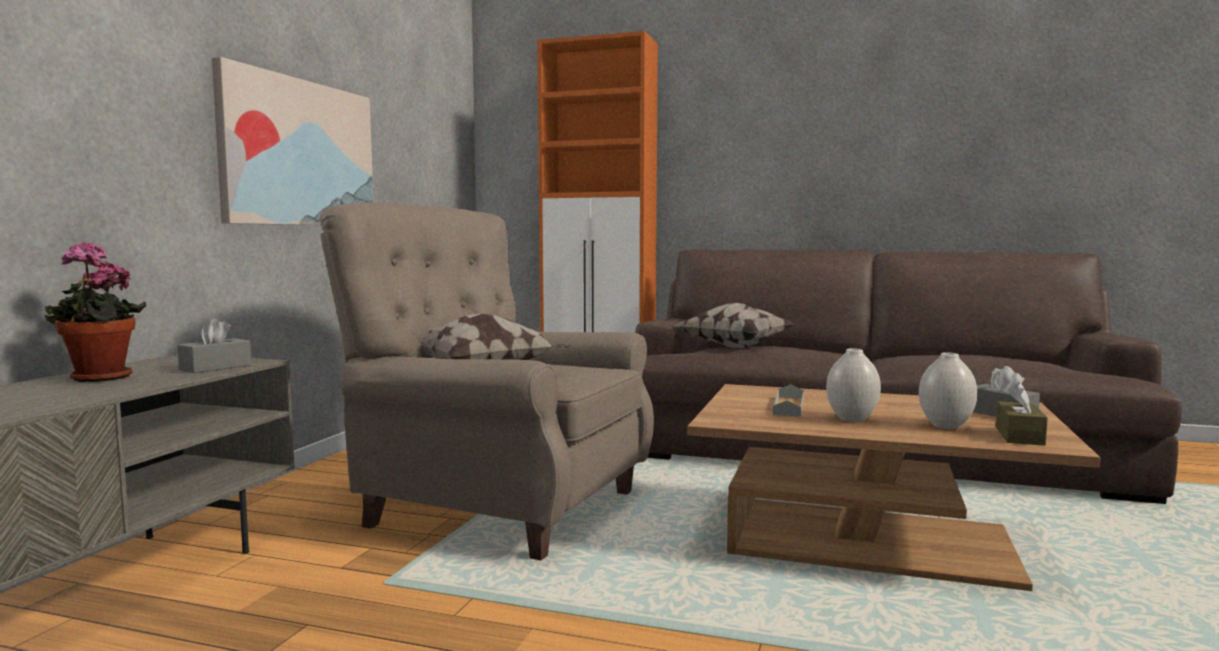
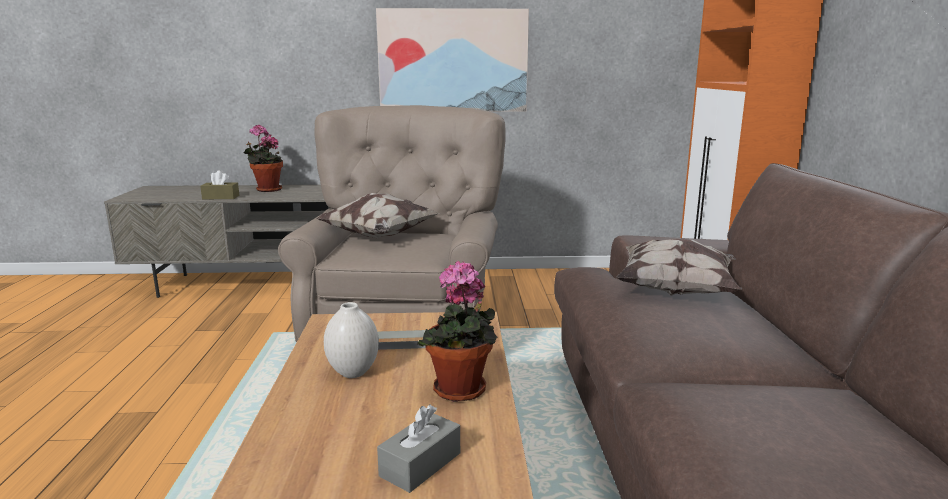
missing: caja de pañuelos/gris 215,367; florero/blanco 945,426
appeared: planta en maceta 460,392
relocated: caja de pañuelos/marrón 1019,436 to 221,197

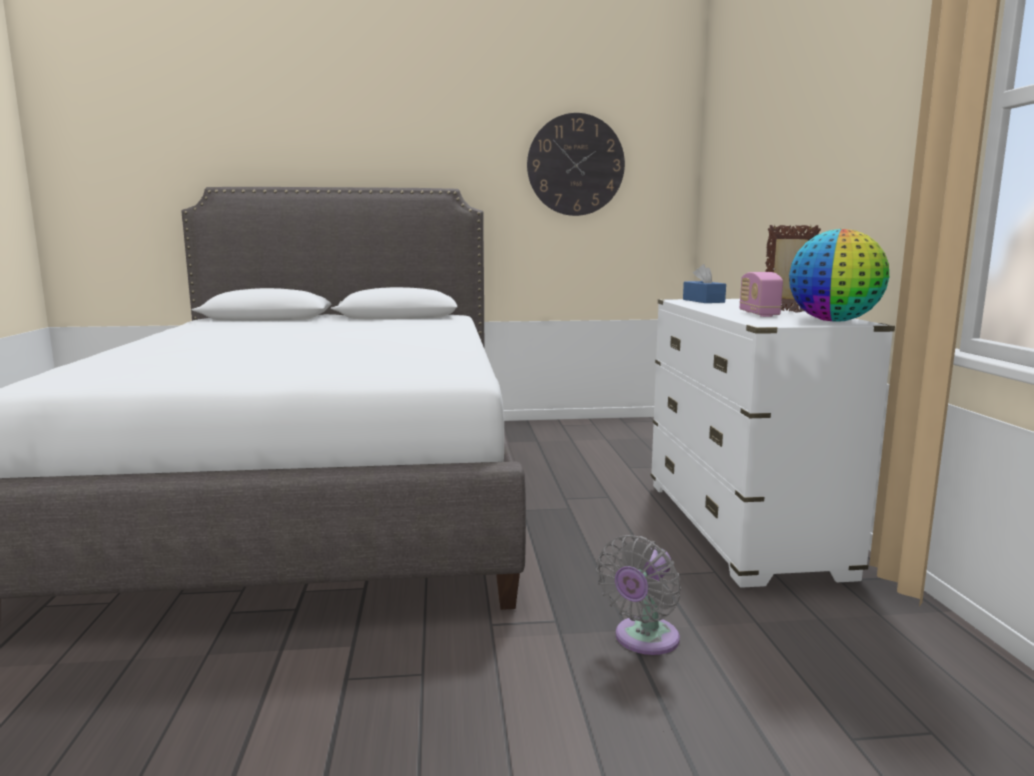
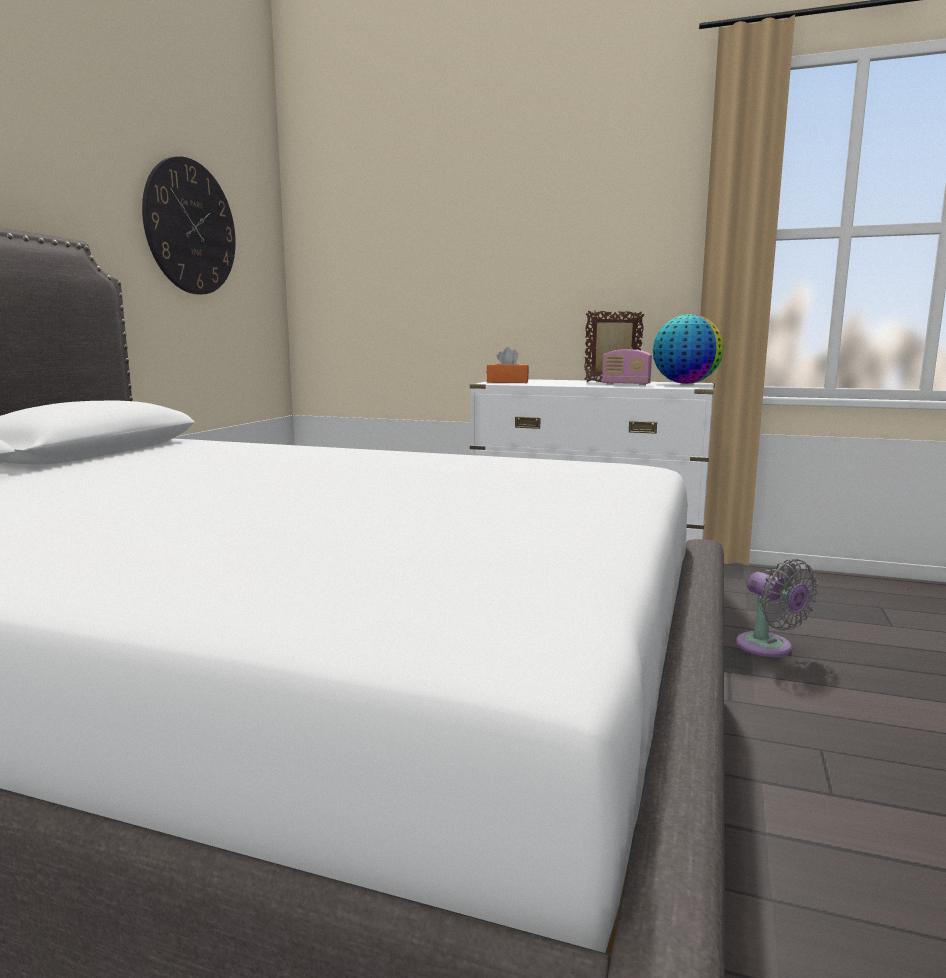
colour: caja de pañuelos/azul 703,301 to caja de pañuelos/naranja 507,382

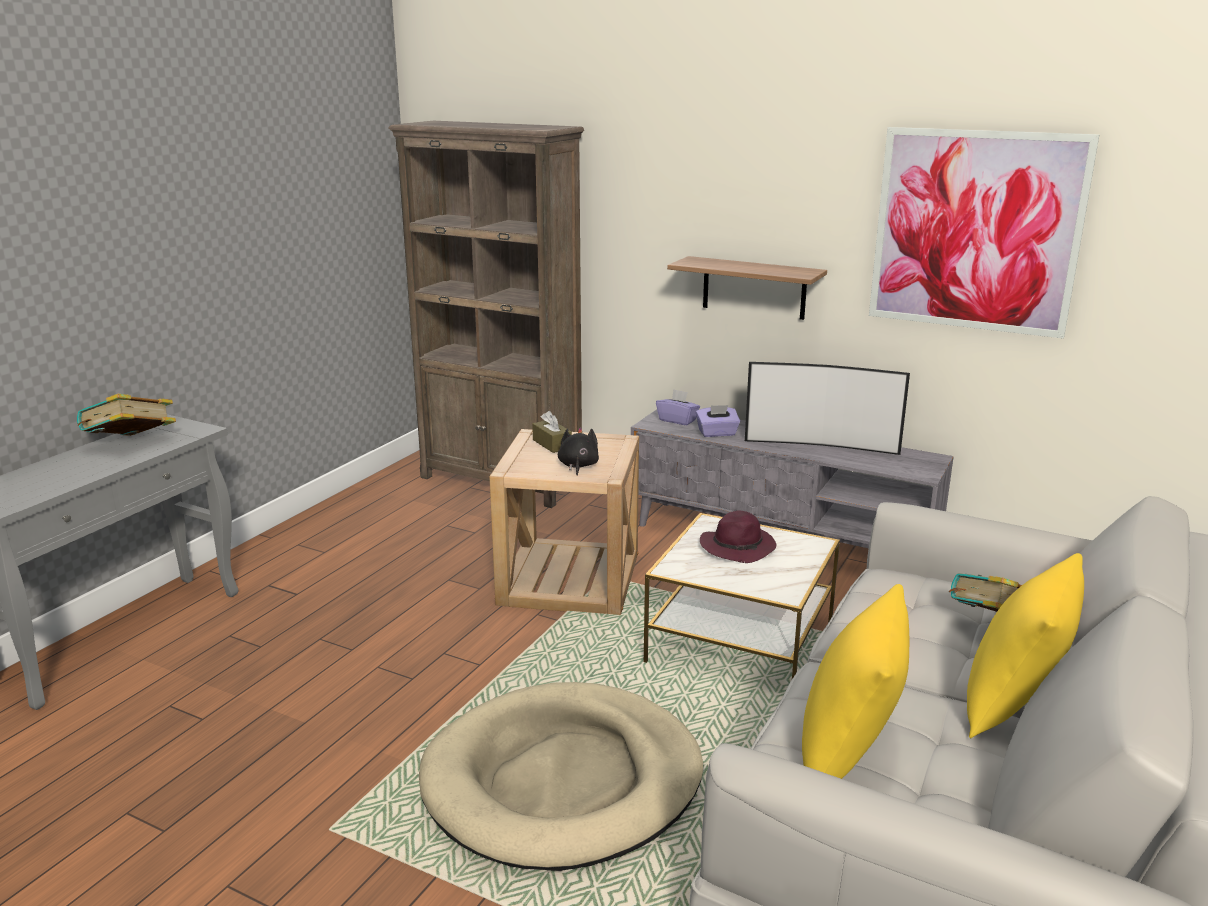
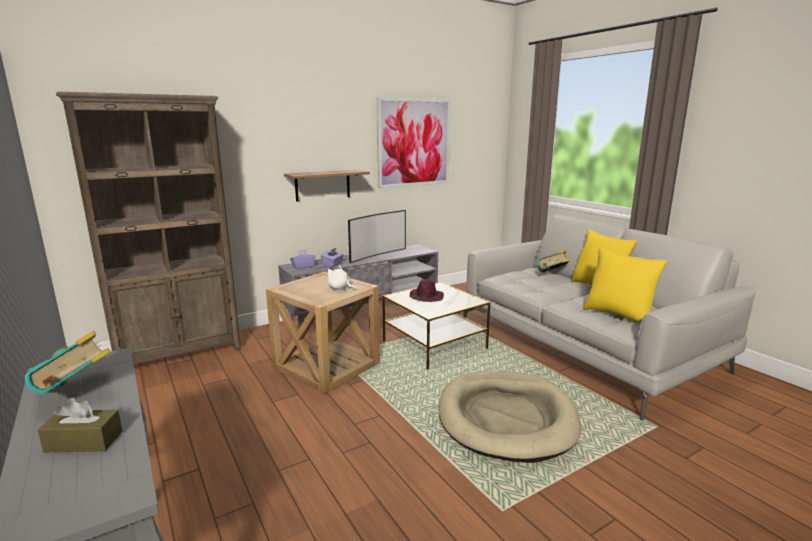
relocated: caja de pañuelos/marrón 552,444 to 84,441
colour: peluche/negro 578,466 to peluche/blanco 340,288

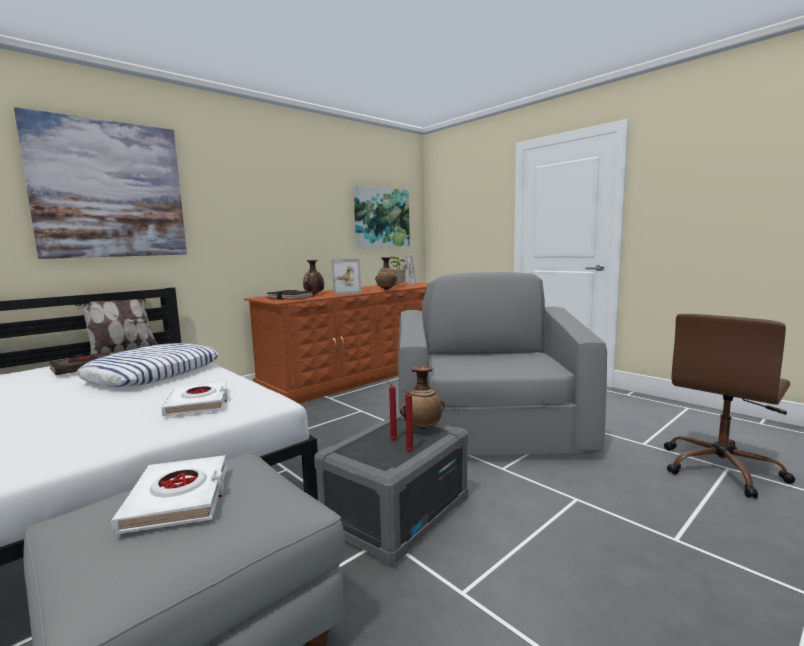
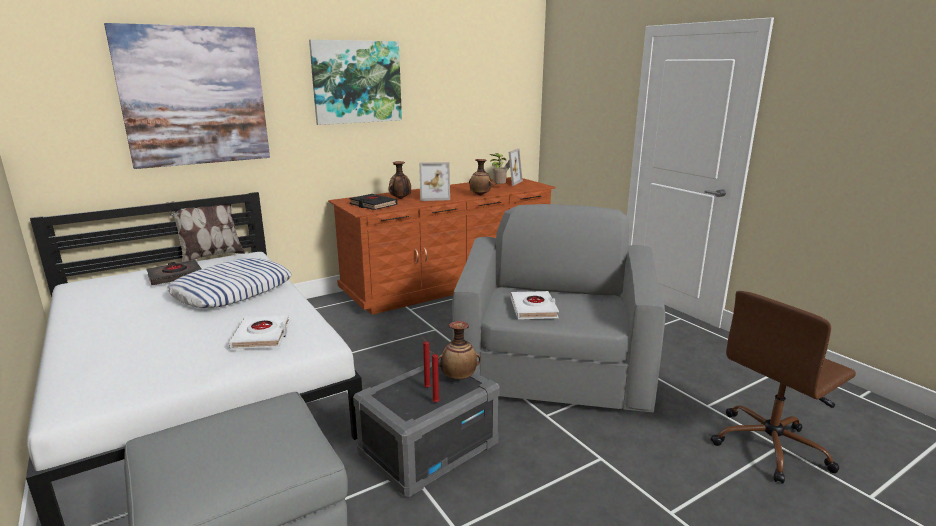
relocated: libro/blanco 179,499 to 533,309; cuadro 381,218 to 357,82

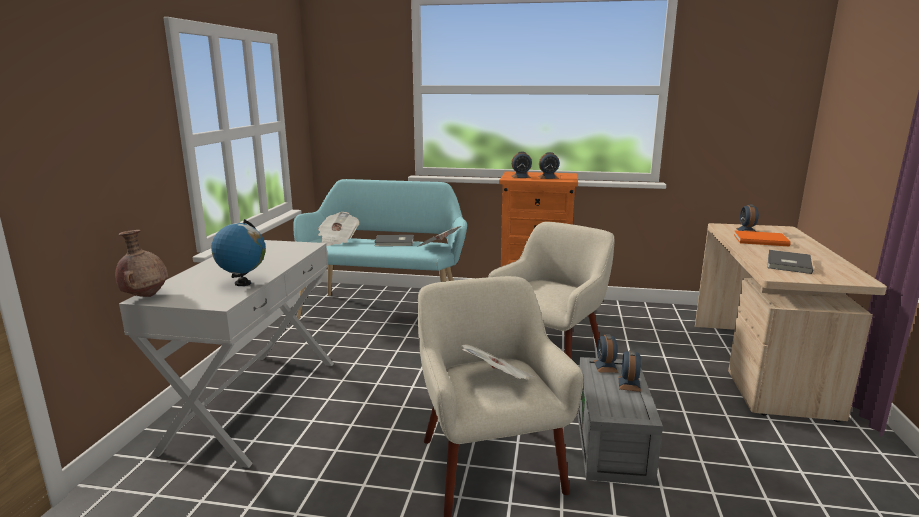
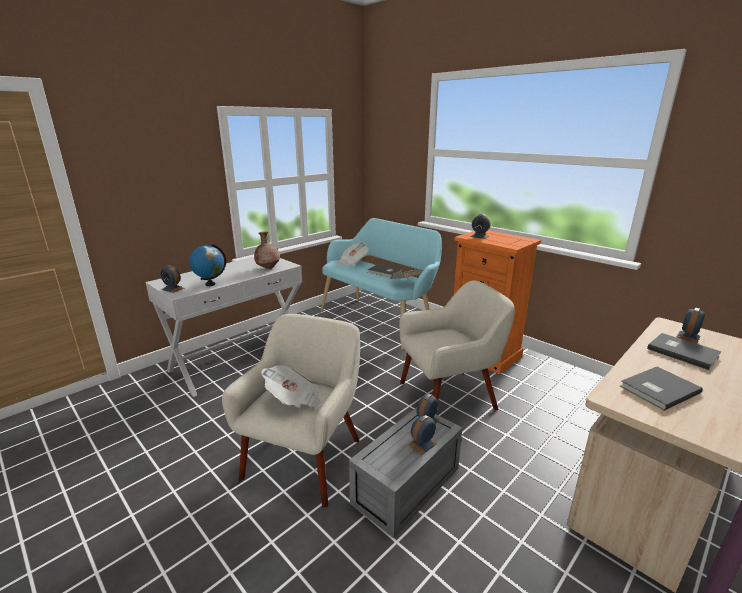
relocated: florero/marrón 146,296 to 268,268; despertador 548,177 to 173,289
colour: libro/naranja 759,240 to libro/gris 682,351

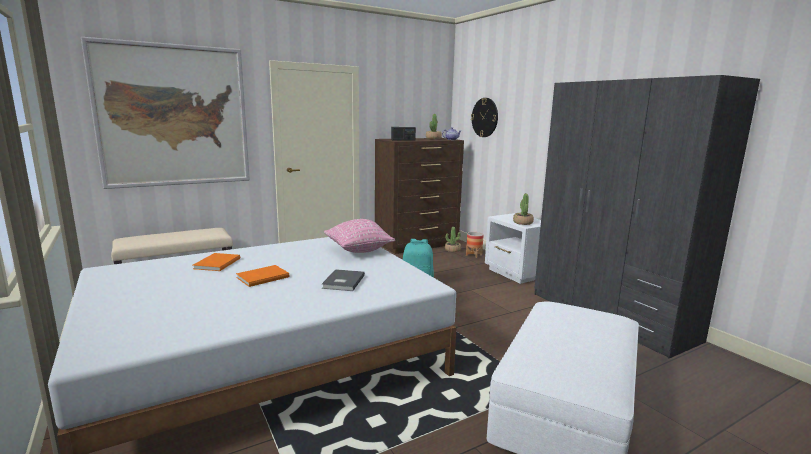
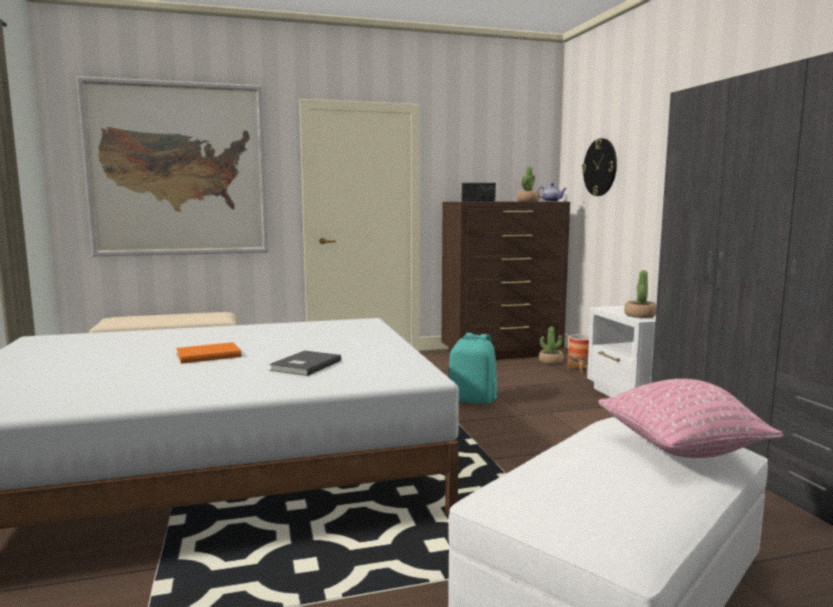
missing: libro/naranja 215,263
relocated: cojín/rosa 358,250 to 681,450

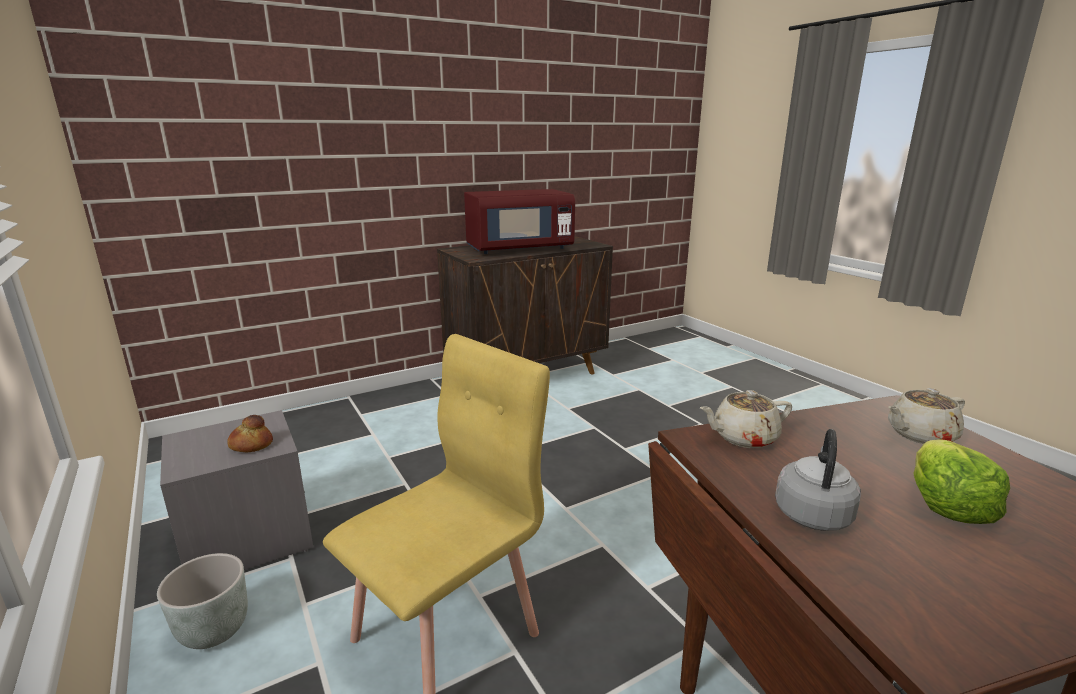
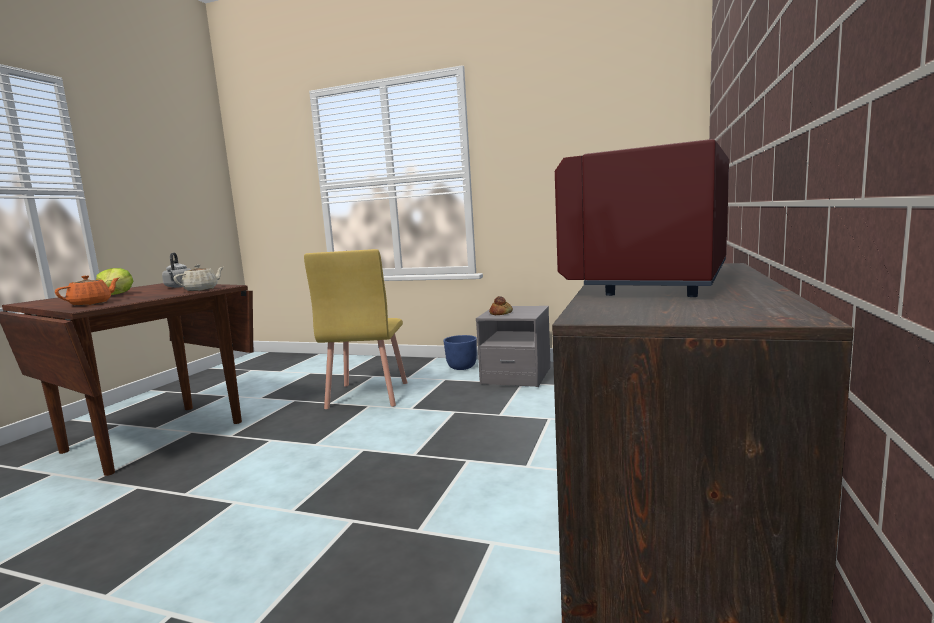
colour: maceta/gris 215,630 to maceta/azul 462,367; tetera/beis 919,435 to tetera/naranja 91,303

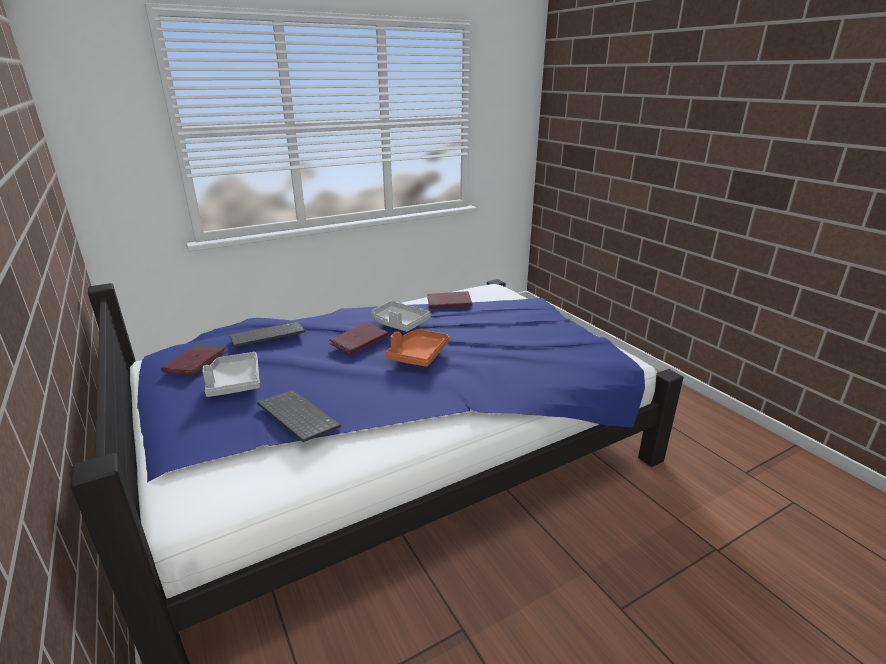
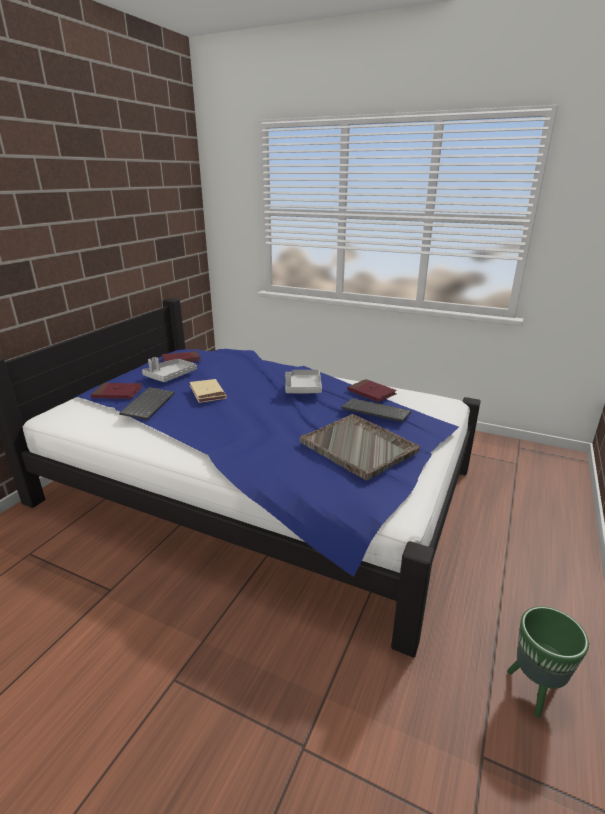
missing: bandeja/naranja 418,355
appeared: libro/beis 207,393; bandeja/gris 359,447; maceta/verde 534,690
relocated: teclado 267,336 to 374,412; libro/rojo 359,341 to 117,393

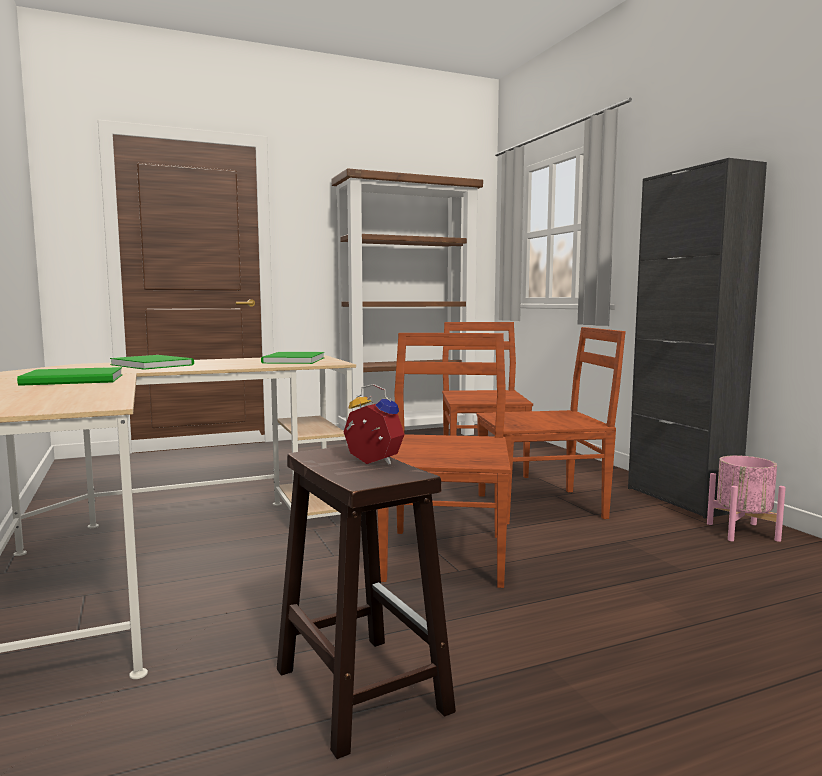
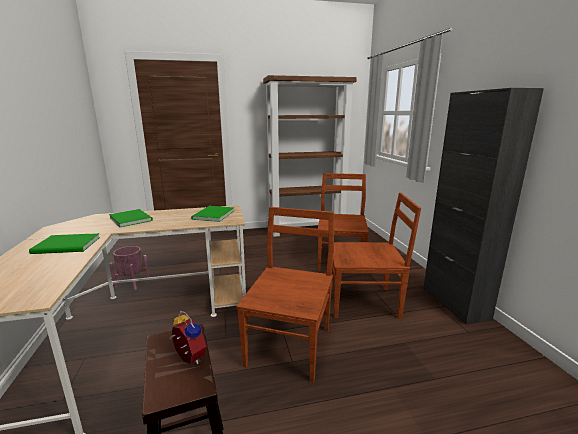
relocated: maceta/rosa 743,532 to 132,282

